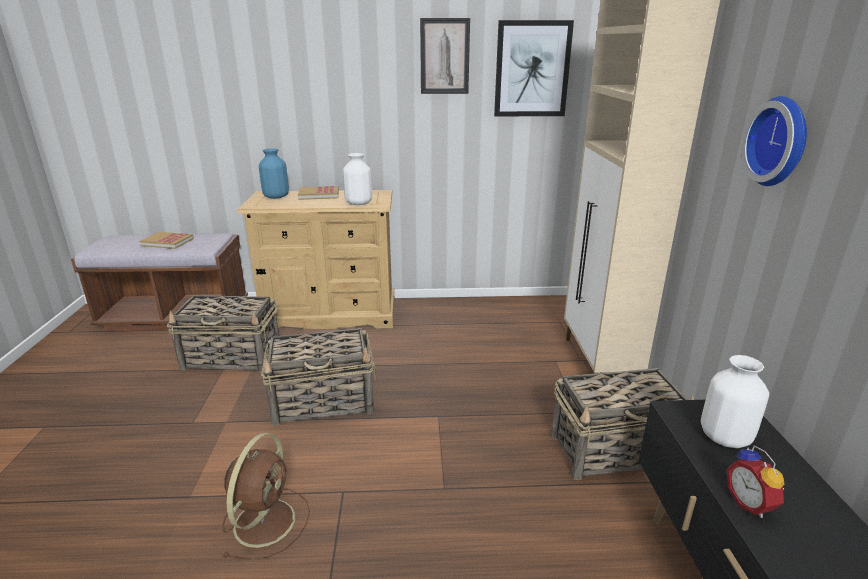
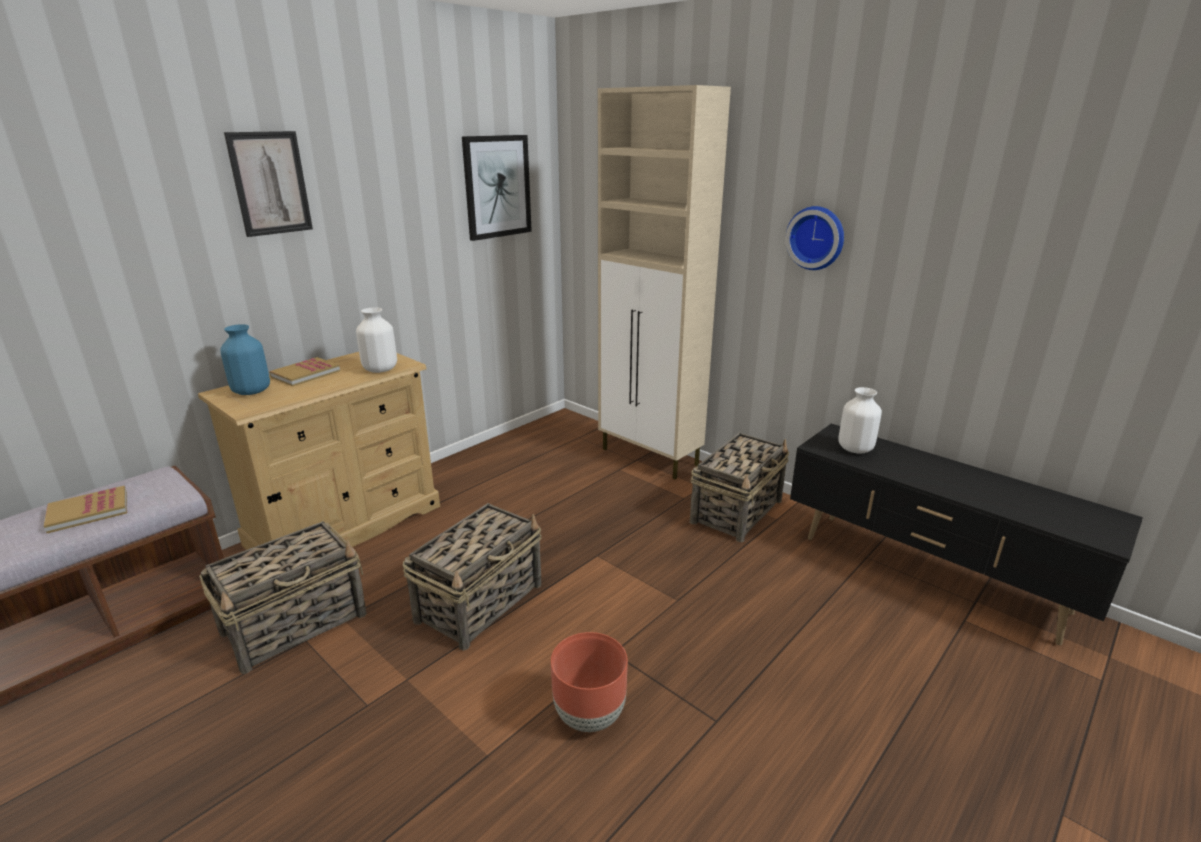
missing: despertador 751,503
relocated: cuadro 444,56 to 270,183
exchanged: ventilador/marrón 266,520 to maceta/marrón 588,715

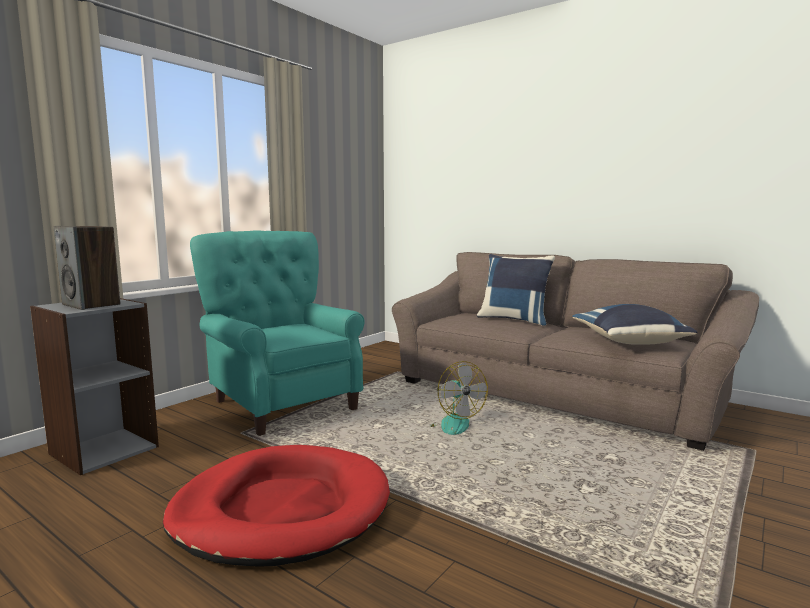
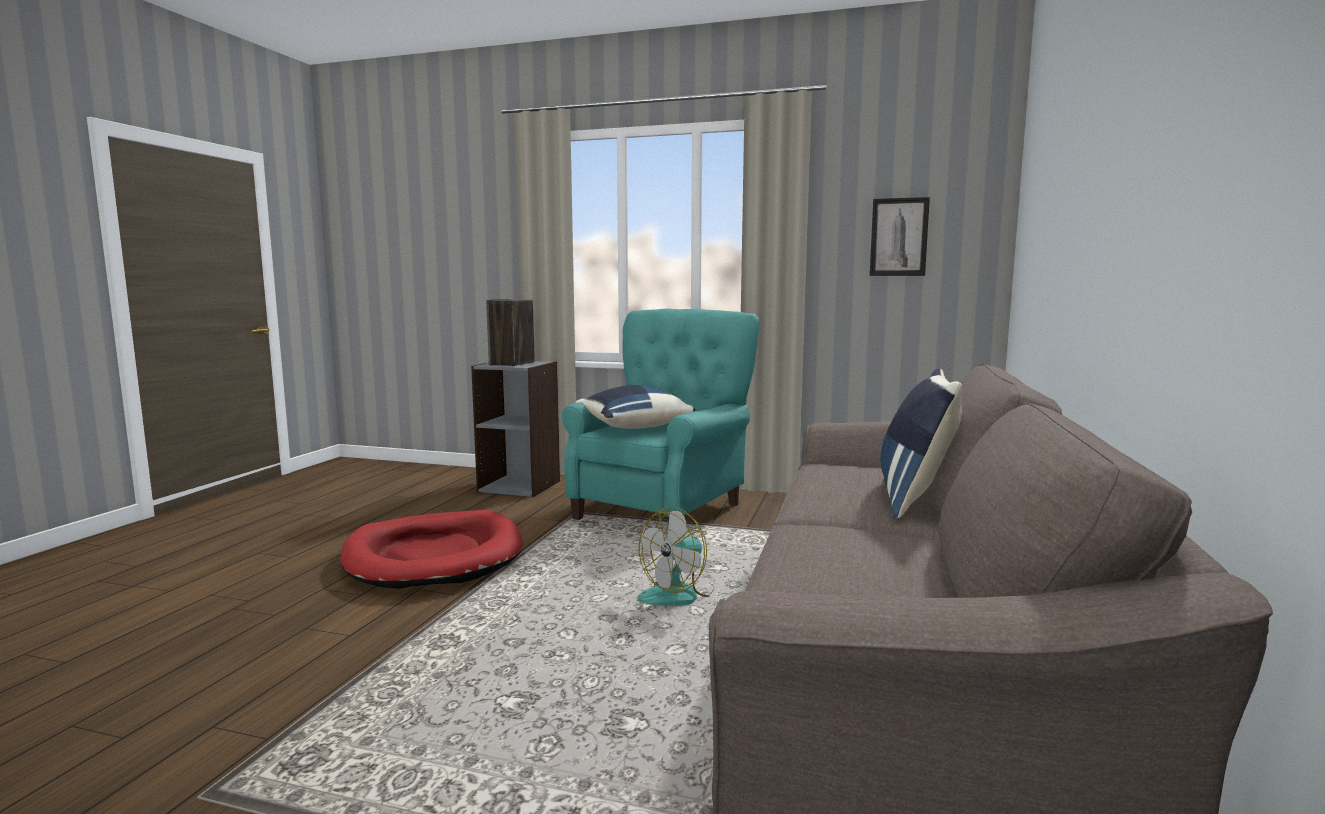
appeared: cuadro 899,237
relocated: cojín/azul 630,342 to 633,427

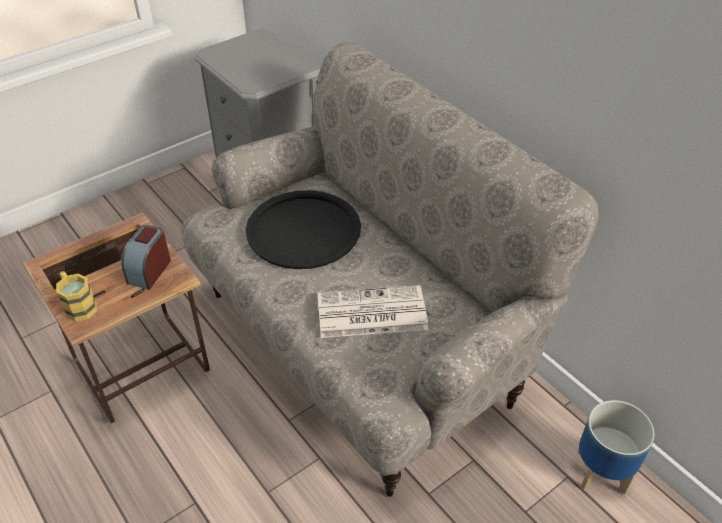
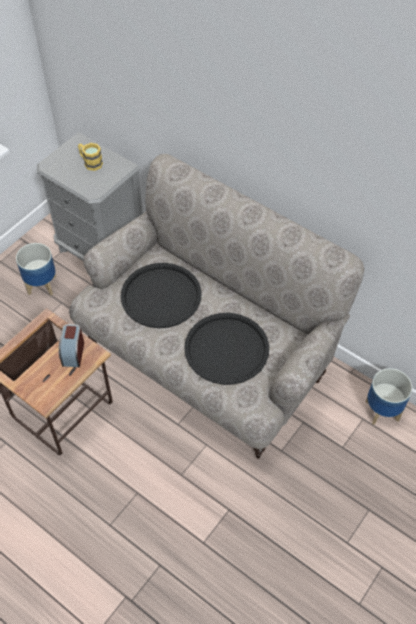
appeared: maceta 41,285
relocated: taza grande/amarillo 78,305 to 90,162
exchanged: periódico 370,313 to bandeja/negro 227,349

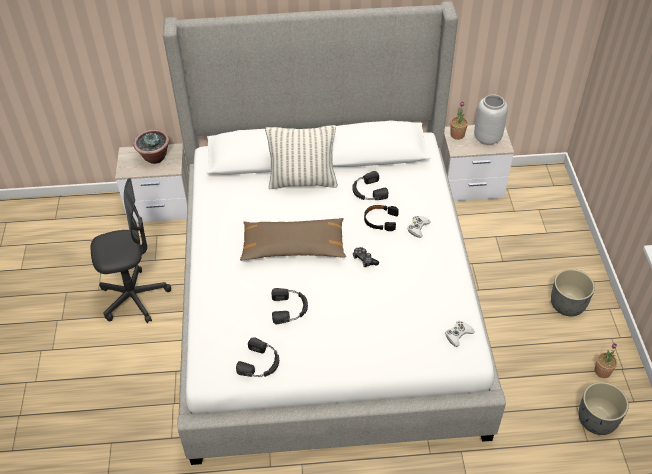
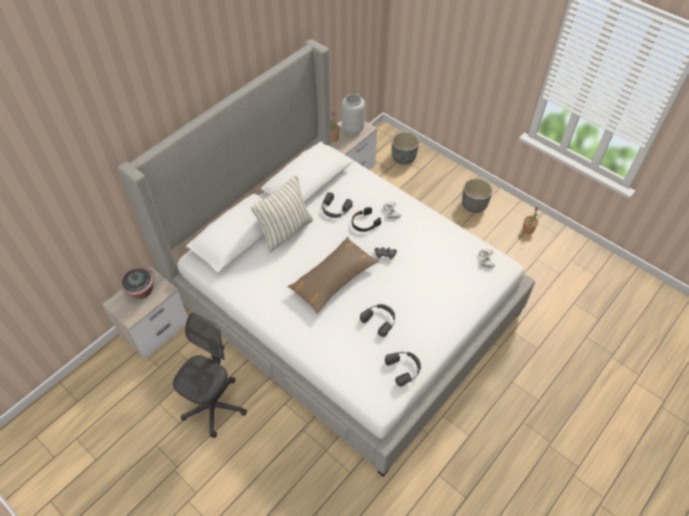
relocated: maceta/gris 597,420 to 404,157

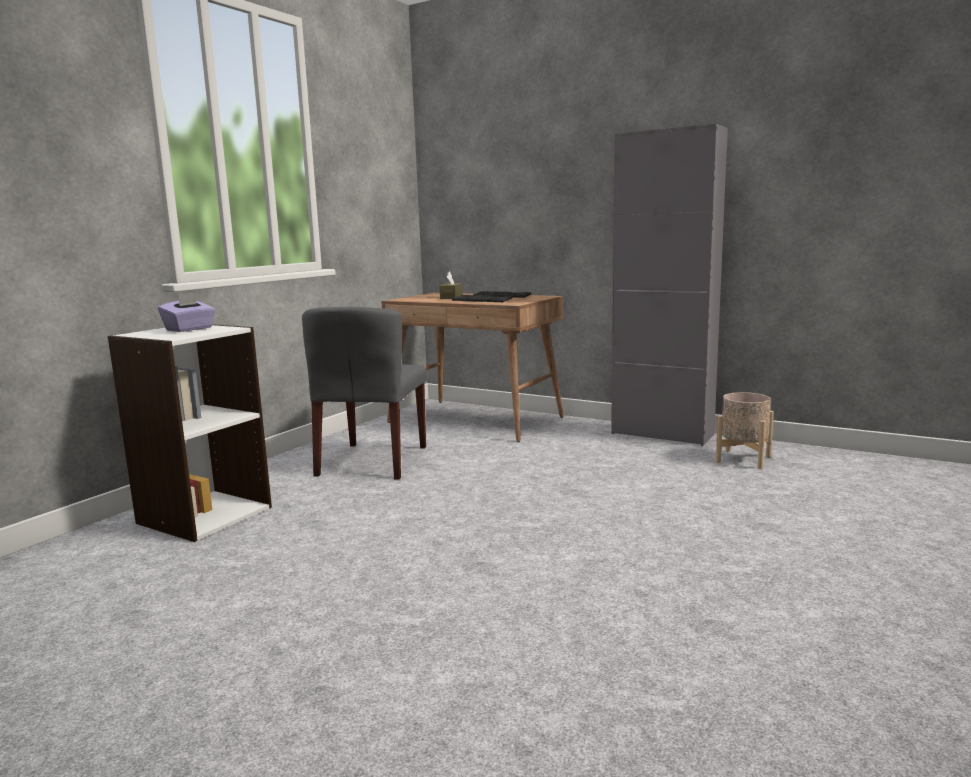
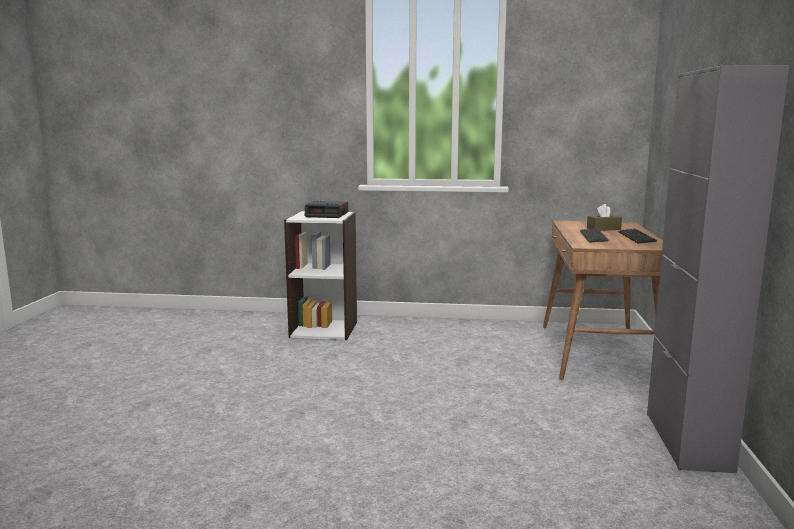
missing: silla/gris 373,461; maceta/beis 743,459
exchanged: caja de pañuelos/morado 190,329 to despertador 327,215

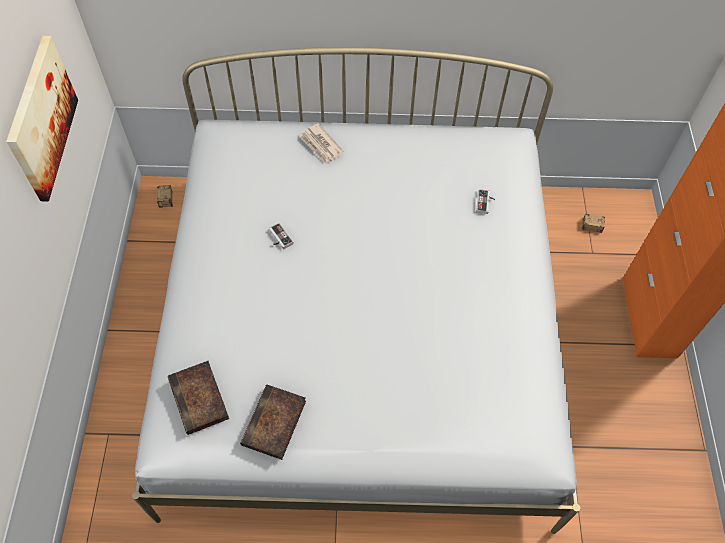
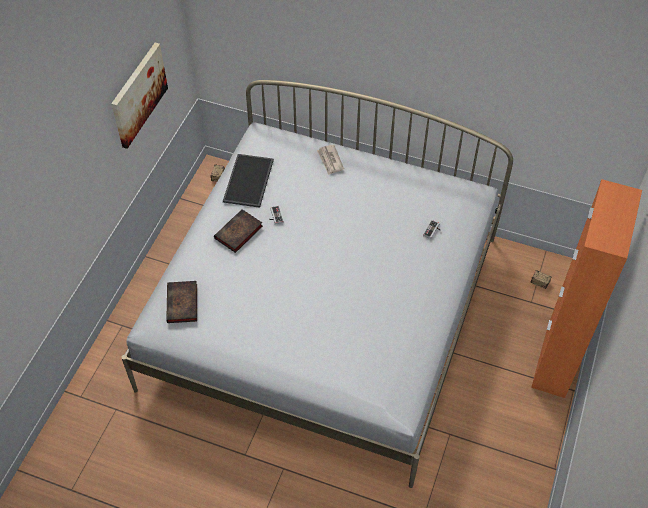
appeared: bandeja 249,181
relocated: libro 274,425 to 238,233

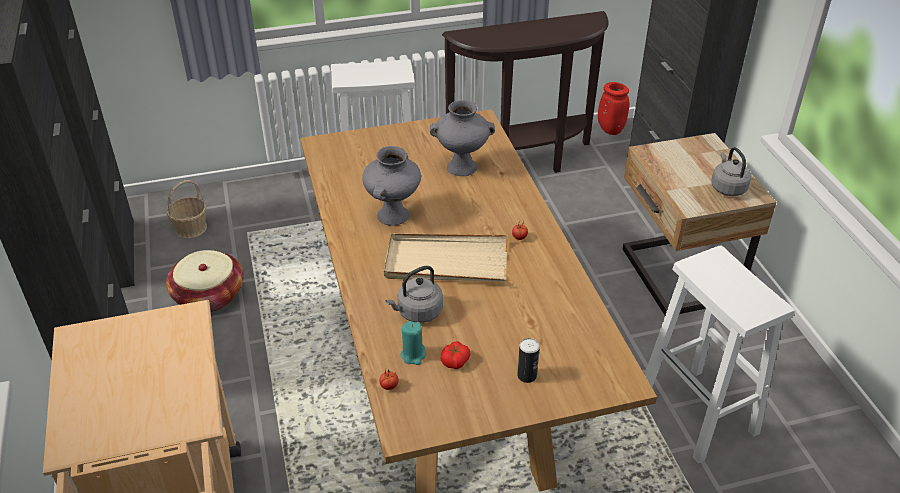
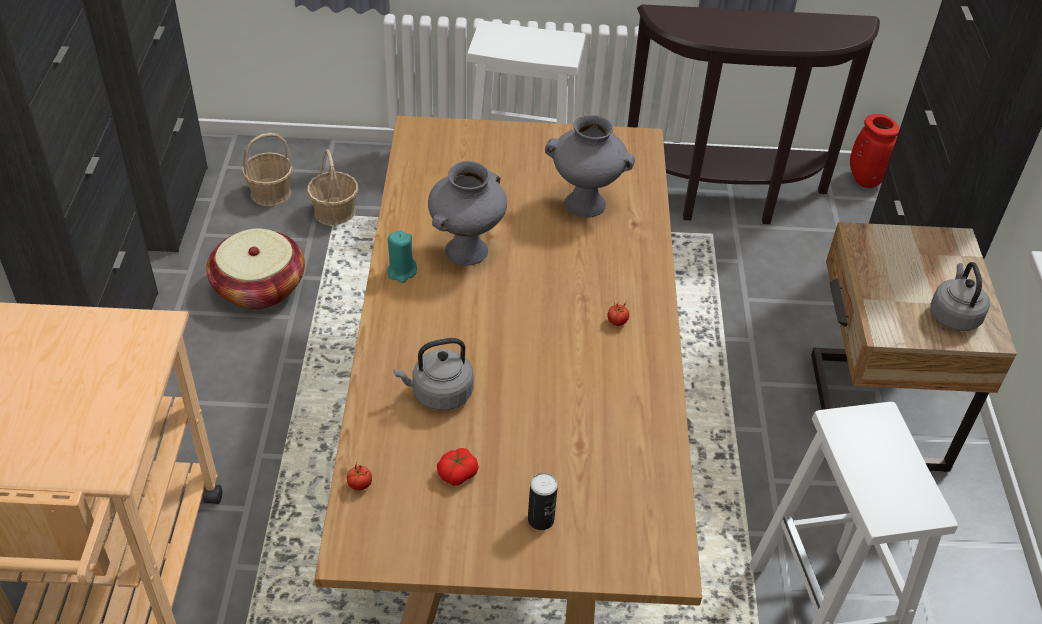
missing: bandeja/beis 446,262
appeared: cesta 335,212
relocated: vela/turquesa 413,355 to 401,272

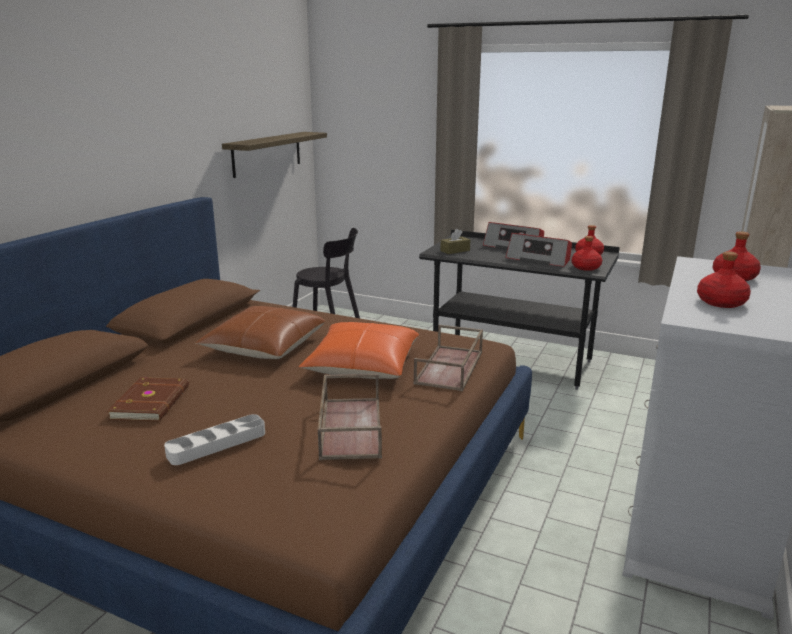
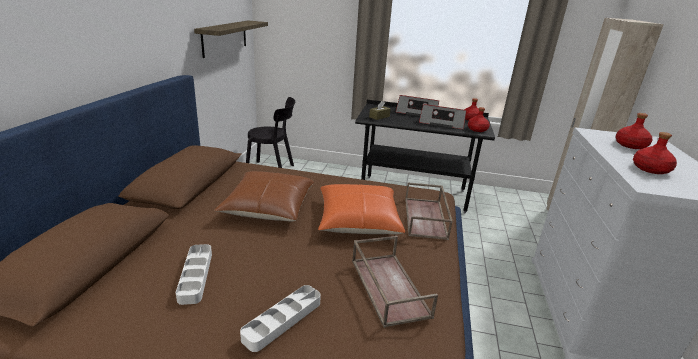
exchanged: libro/marrón 152,402 to bandeja/blanco 195,276

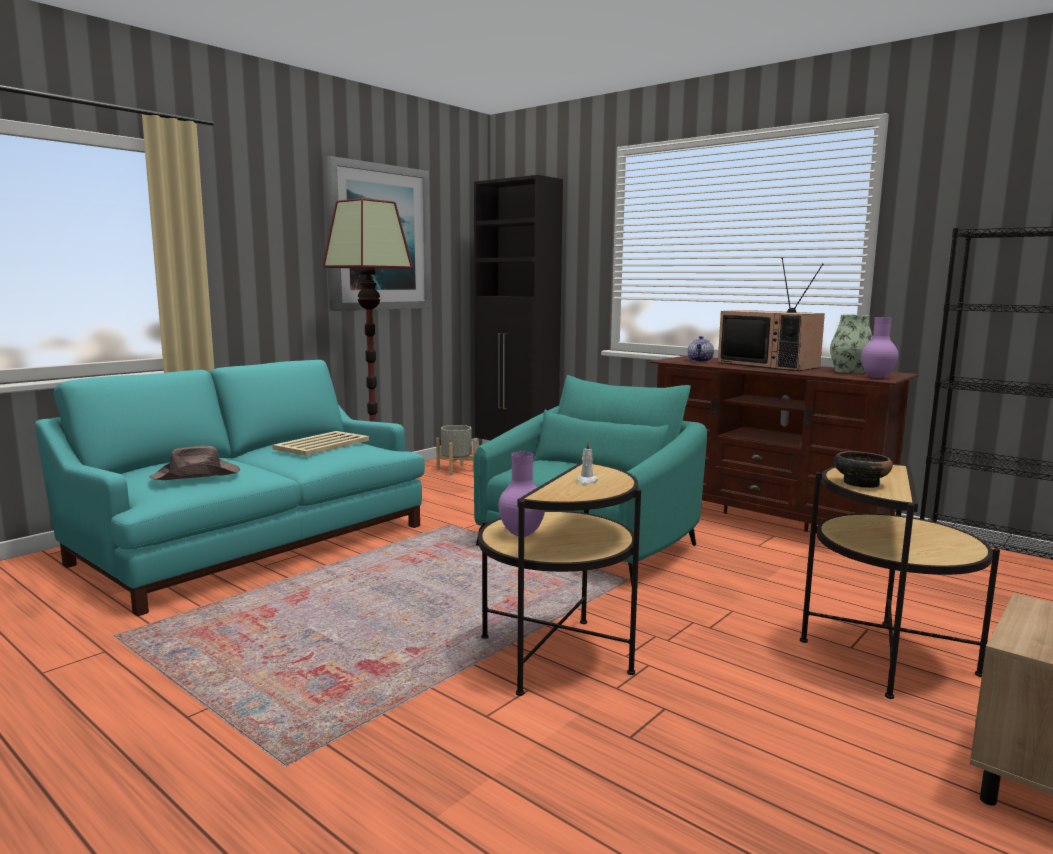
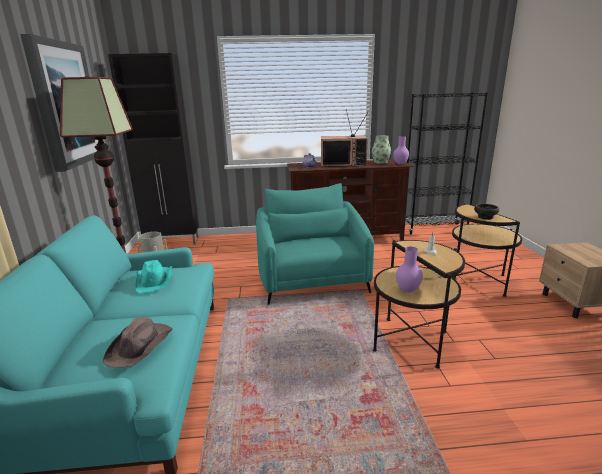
exchanged: bandeja/beis 323,444 to sombrero/turquesa 154,280

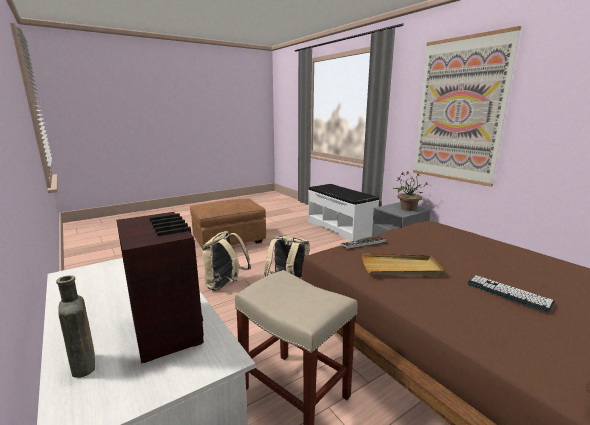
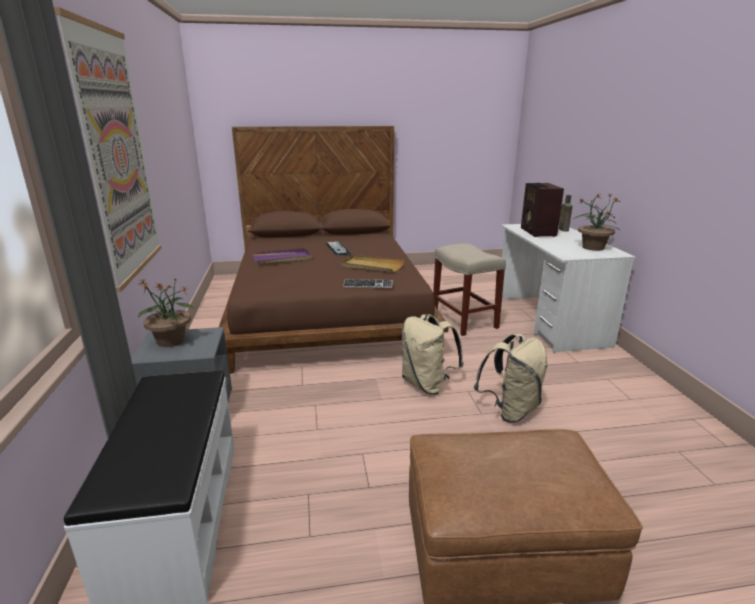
appeared: bandeja/morado 282,258; planta en maceta 592,247

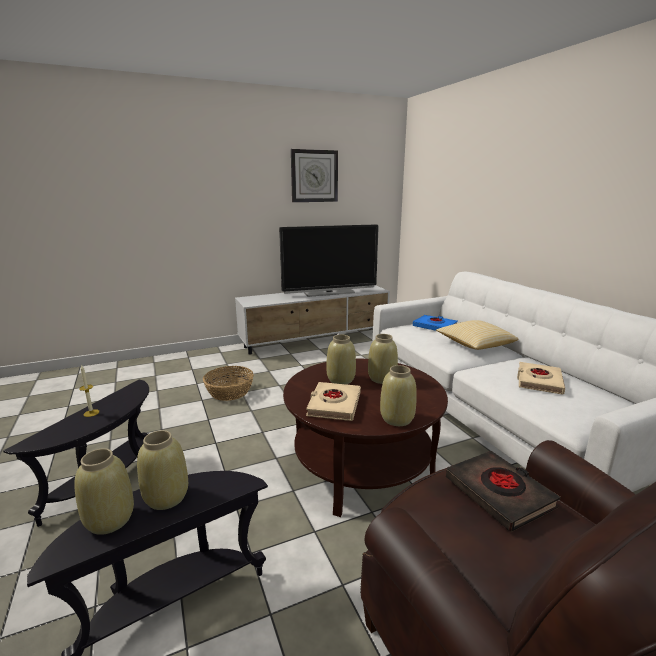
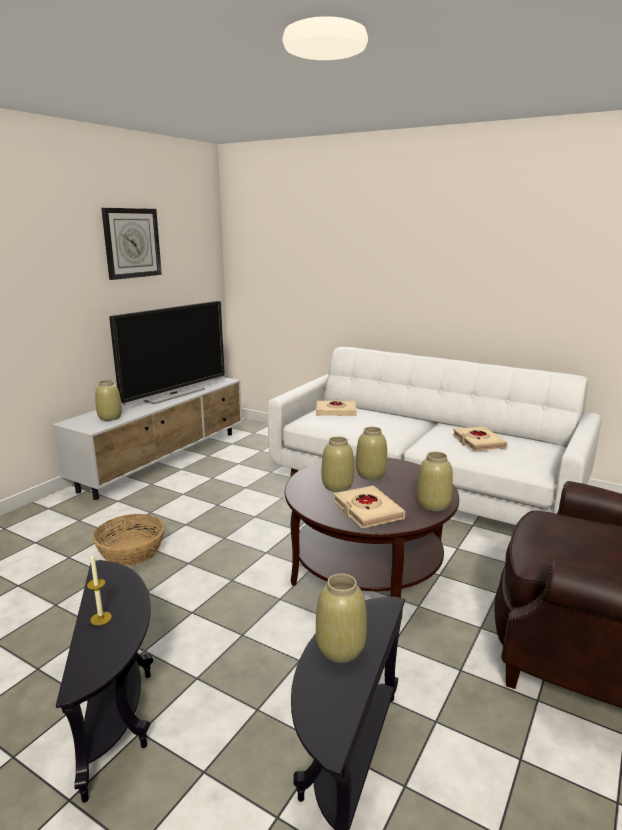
missing: cojín 474,345; libro/negro 499,493
relocated: florero/beis 109,520 to 109,418
colour: libro/azul 435,326 to libro/beis 336,411

